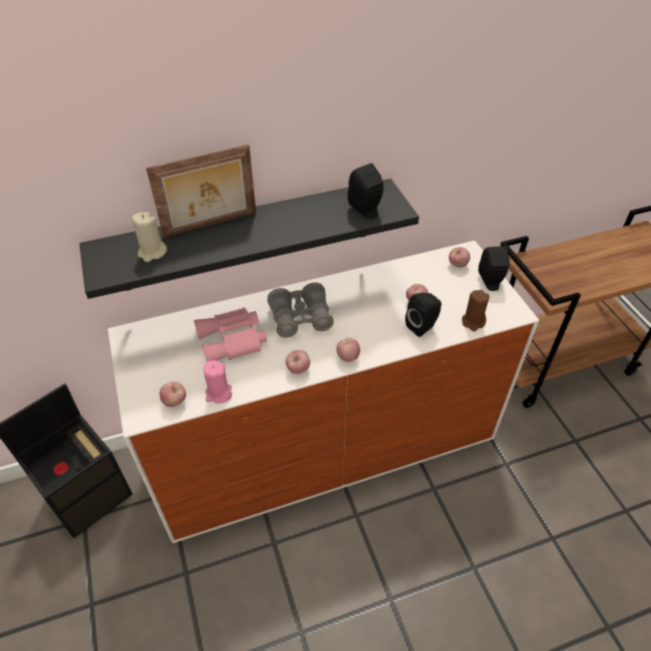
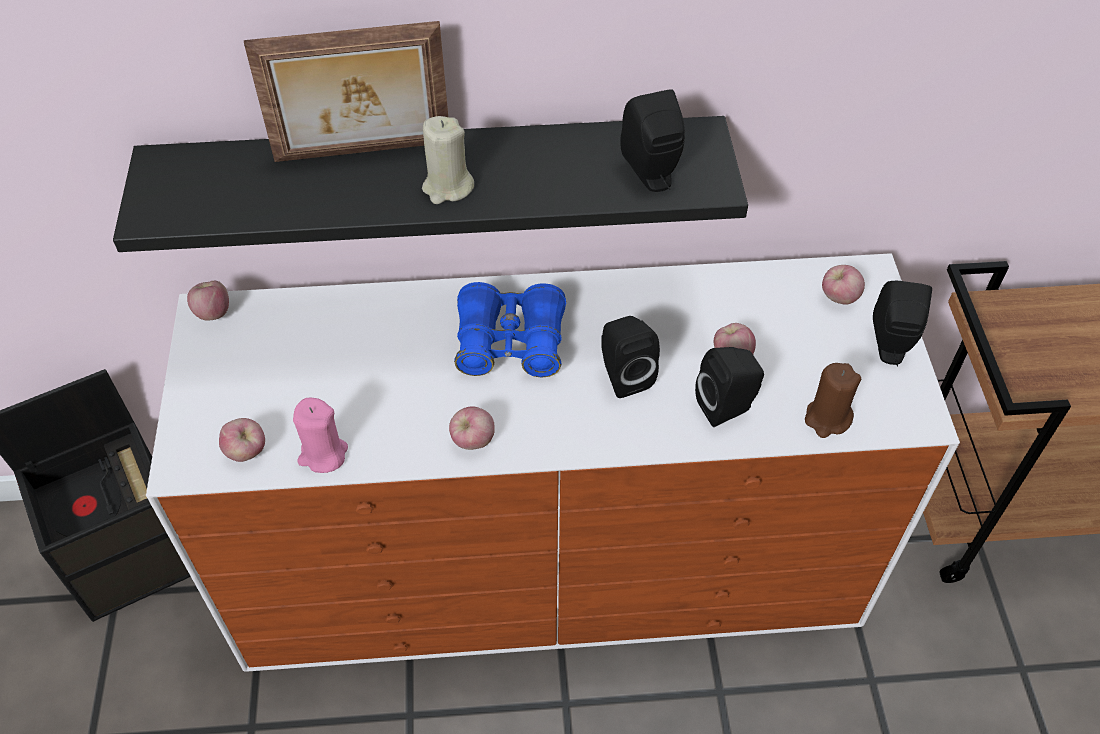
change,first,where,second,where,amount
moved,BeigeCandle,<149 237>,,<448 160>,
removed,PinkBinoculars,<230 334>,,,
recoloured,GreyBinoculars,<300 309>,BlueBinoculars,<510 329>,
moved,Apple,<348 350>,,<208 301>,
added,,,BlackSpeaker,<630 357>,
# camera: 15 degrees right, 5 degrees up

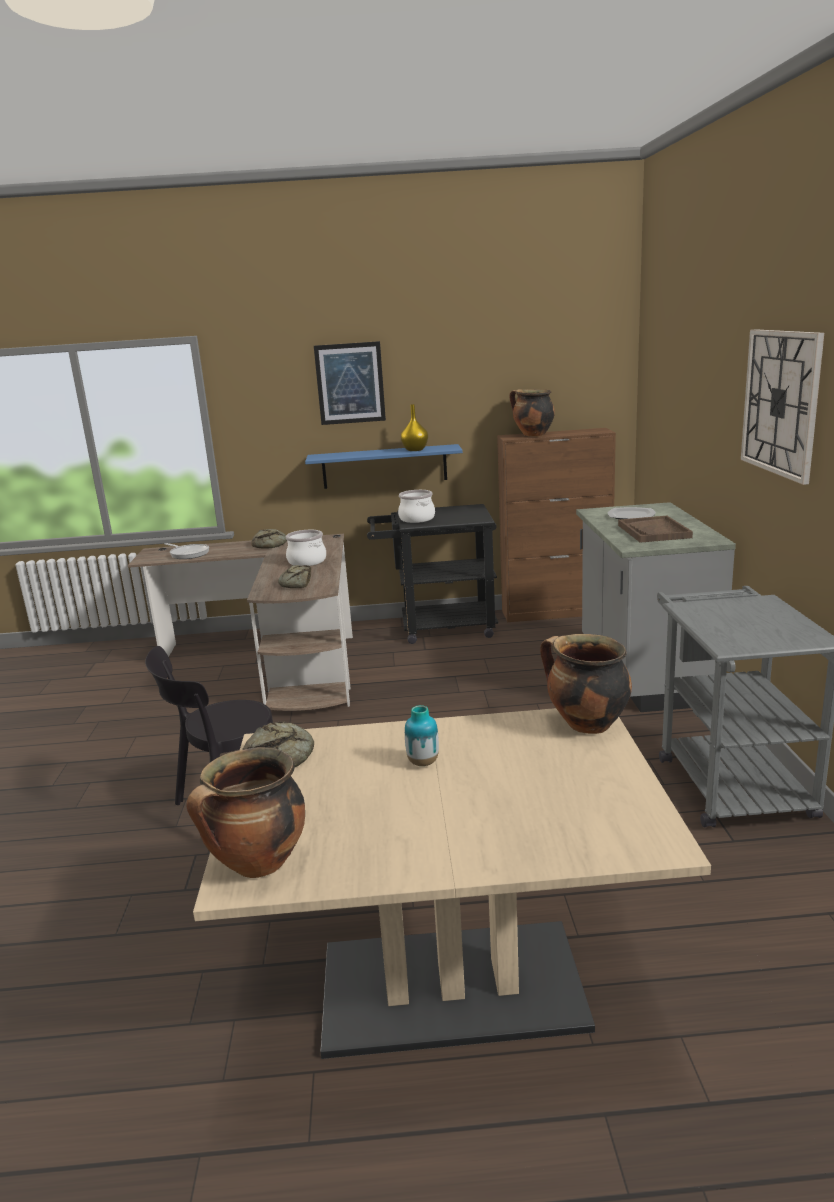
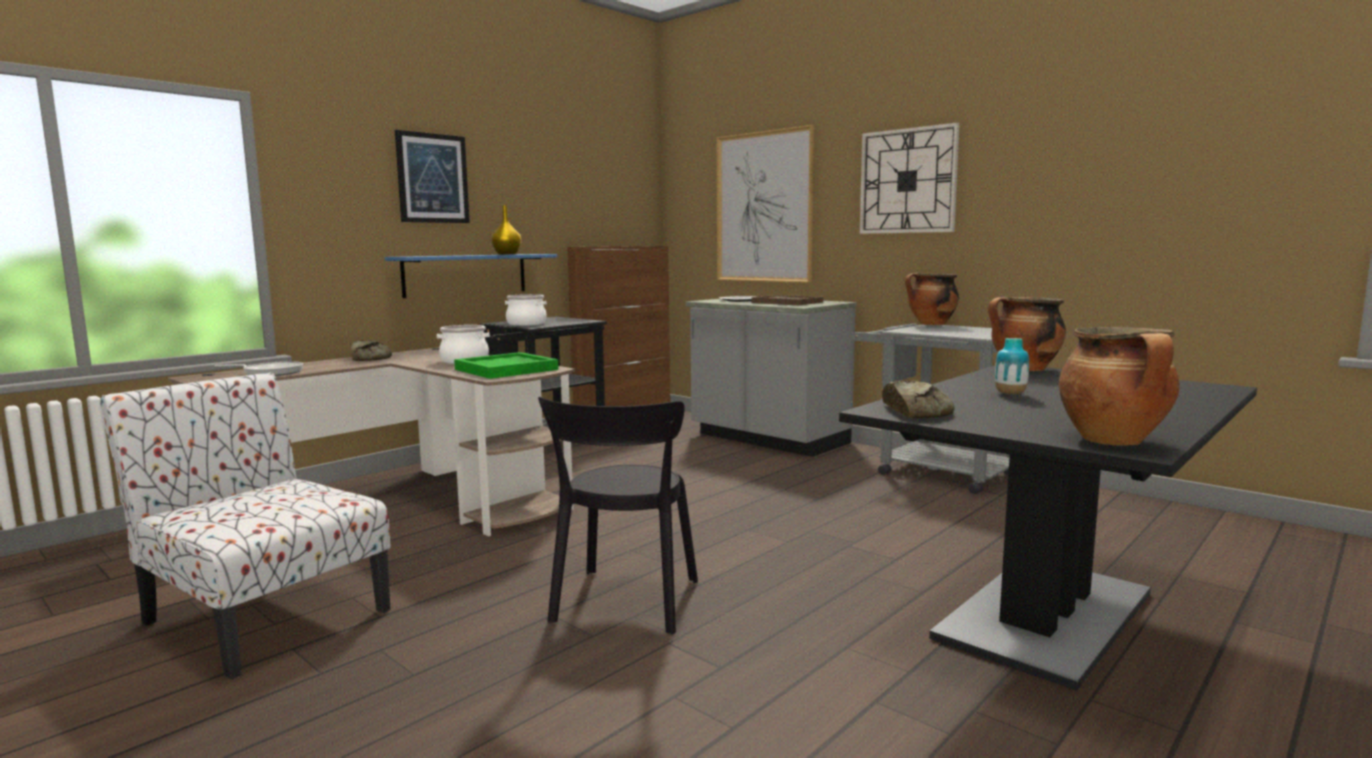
change,first,where,second,where,amount
recoloured,BeigeDiningTable,<452 883>,BlackDiningTable,<1048 528>,
replaced,Bread,<294 576>,GreenTray,<506 365>,
moved,CookingPot,<532 412>,,<932 298>,
added,,,Chair,<245 525>,
added,,,Picture,<765 204>,
# camera: 45 degrees left, 10 degrees down

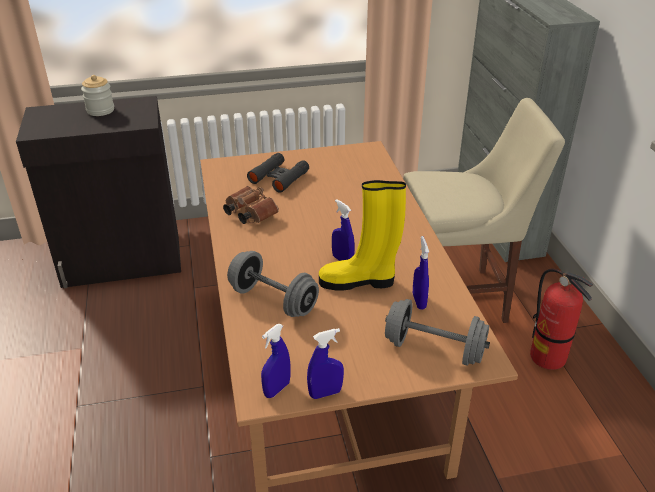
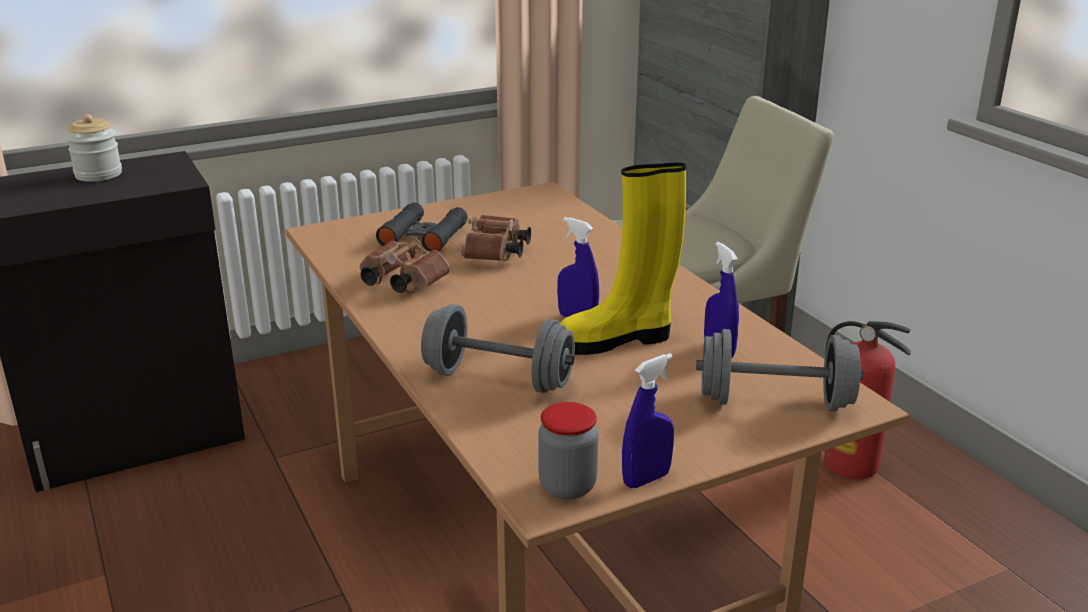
change,first,where,second,where,amount
replaced,BlueSprayBottle,<275 361>,Jar,<568 451>,
added,,,BrownBinoculars,<496 237>,
# camera: 15 degrees left, 10 degrees down

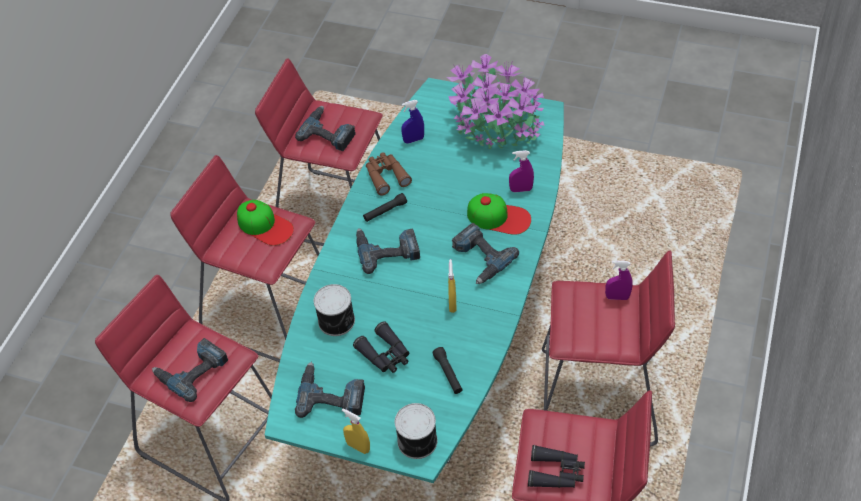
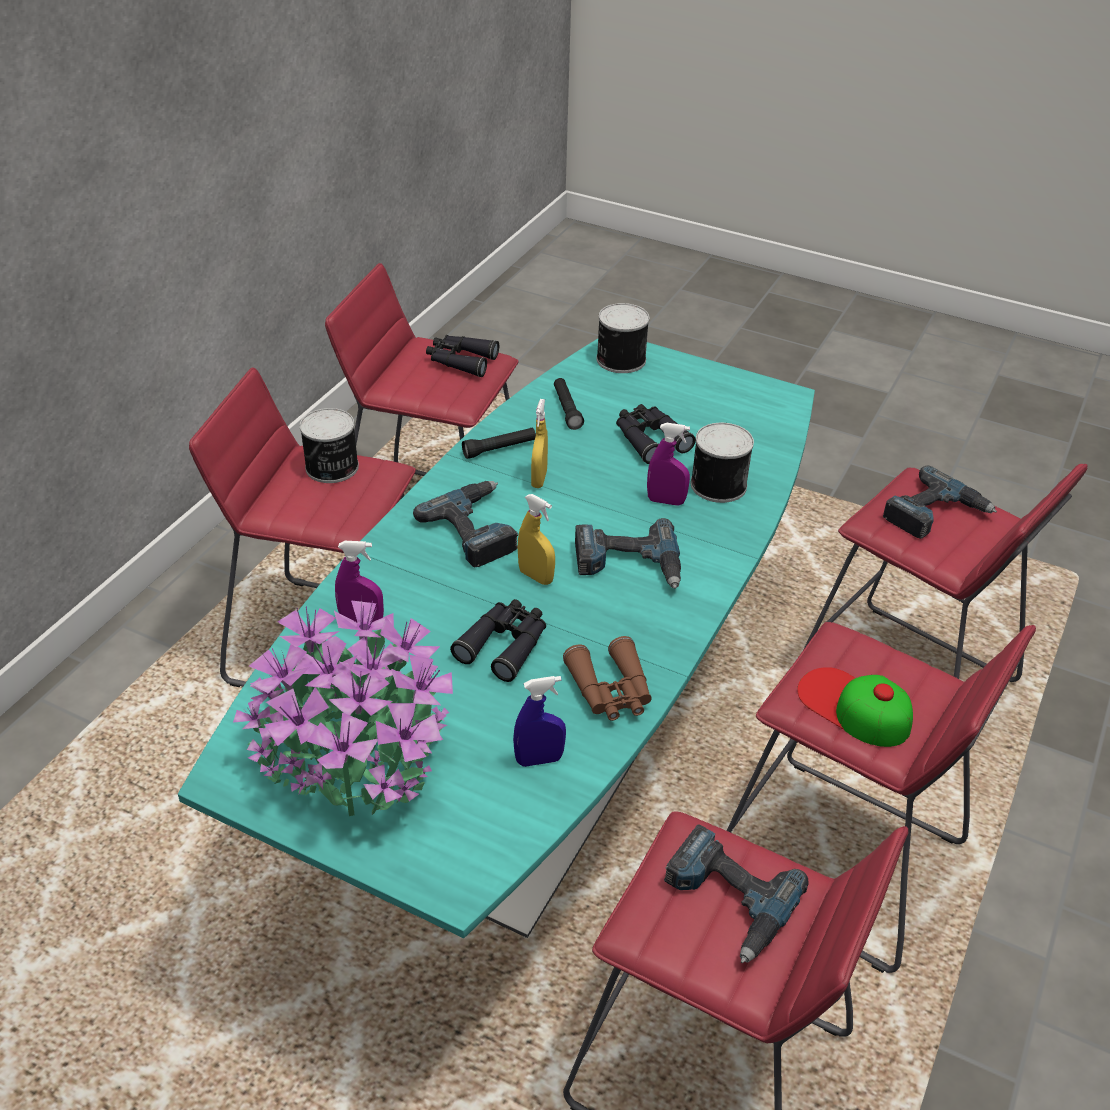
change,first,where,second,where,amount
removed,PowerDrill,<330 390>,,,
moved,YellowSprayBottle,<356 431>,,<536 539>,
moved,BlackFlashlight,<385 207>,,<499 443>,
removed,Cap,<499 214>,,,
moved,PurpleSprayBottle,<619 280>,,<668 464>,
added,,,Can,<329 445>,
added,,,BlackBinoculars,<498 640>,
# camera: 175 degrees left, 10 degrees down

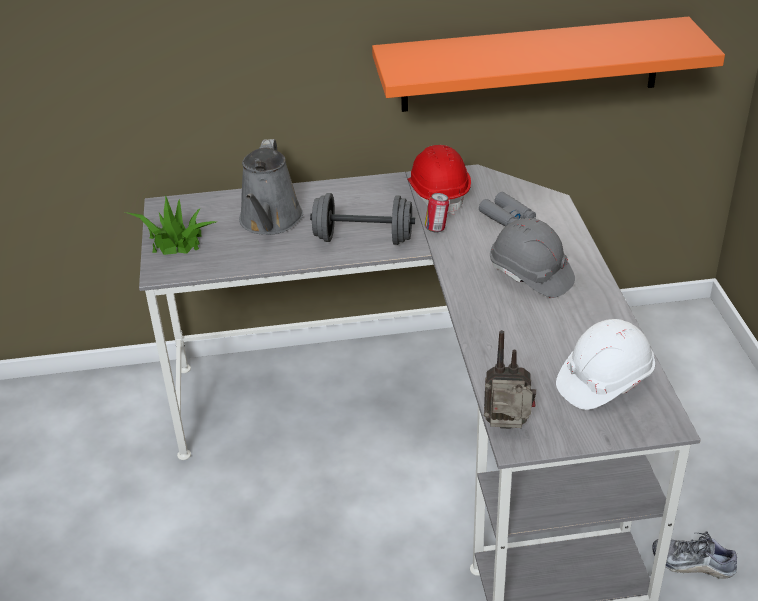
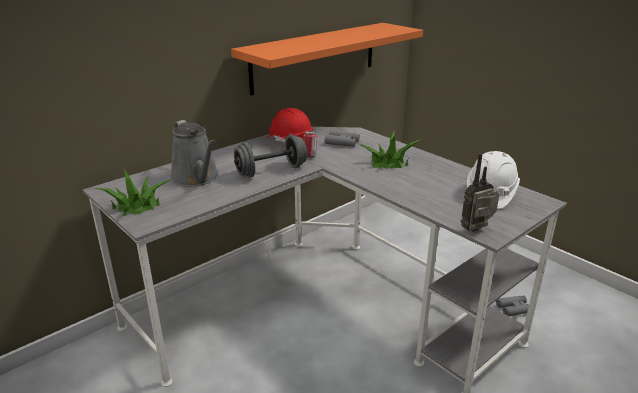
change,first,where,second,where,amount
replaced,GreyHardHat,<532 258>,PottedPlant,<390 149>,
replaced,Shoe,<694 555>,GreyBinoculars,<512 305>,
# camera: 35 degrees left, 10 degrees down

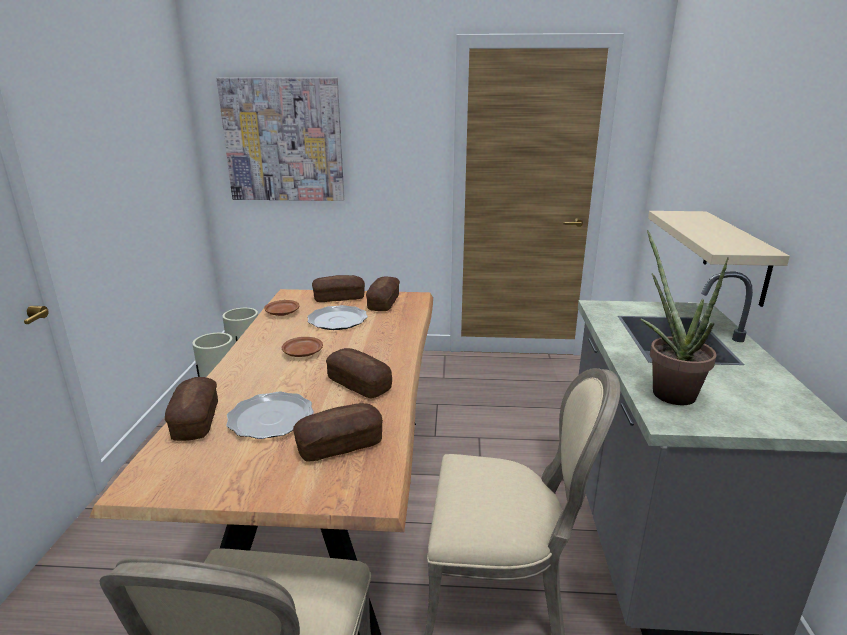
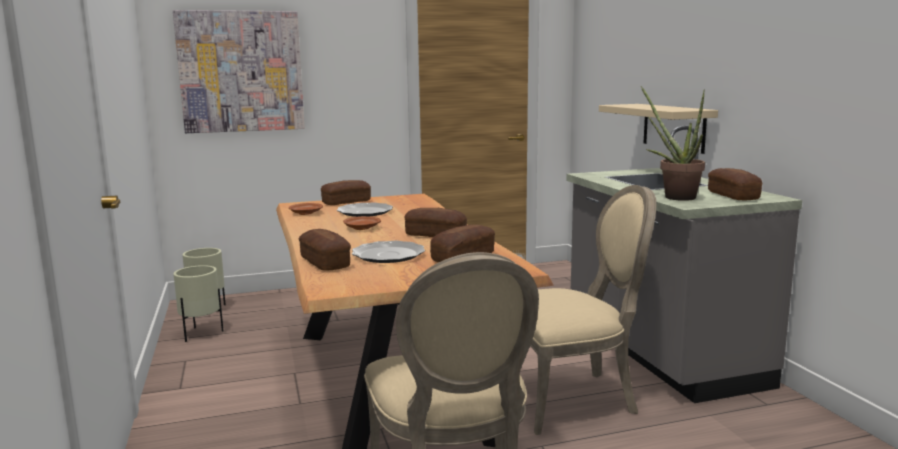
change,first,where,second,where,amount
moved,Bread,<383 293>,,<735 184>,
# camera: 20 degrees left, 10 degrees down

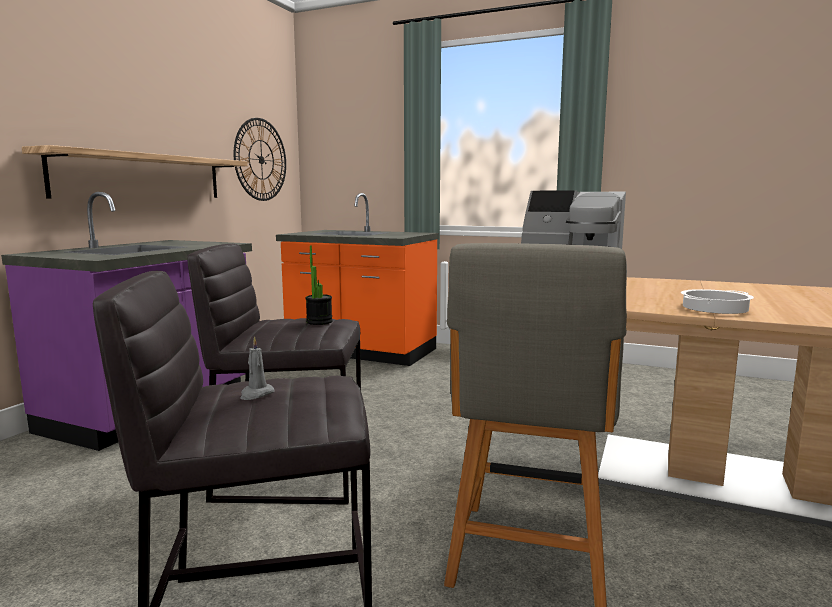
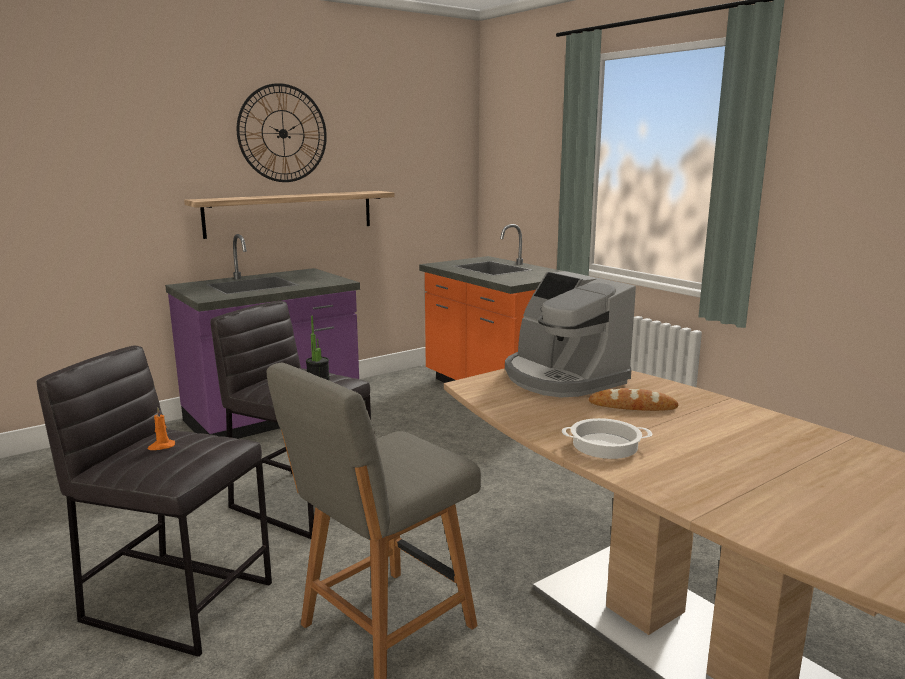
change,first,where,second,where,amount
moved,WallClock,<260 159>,,<282 132>,
recoloured,GreyCandle,<257 368>,OrangeCandle,<161 429>,
added,,,Bread,<633 399>,
# camera: 30 degrees right, 5 degrees up

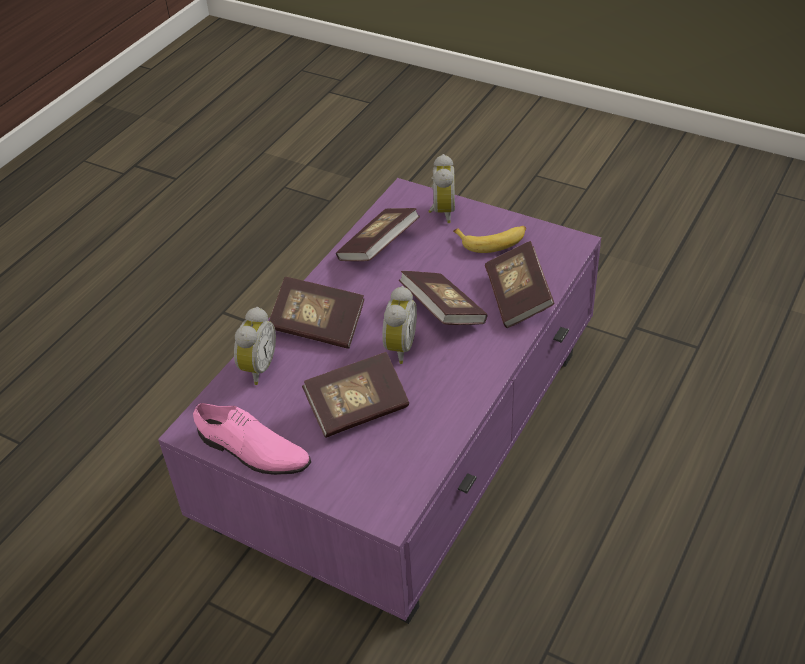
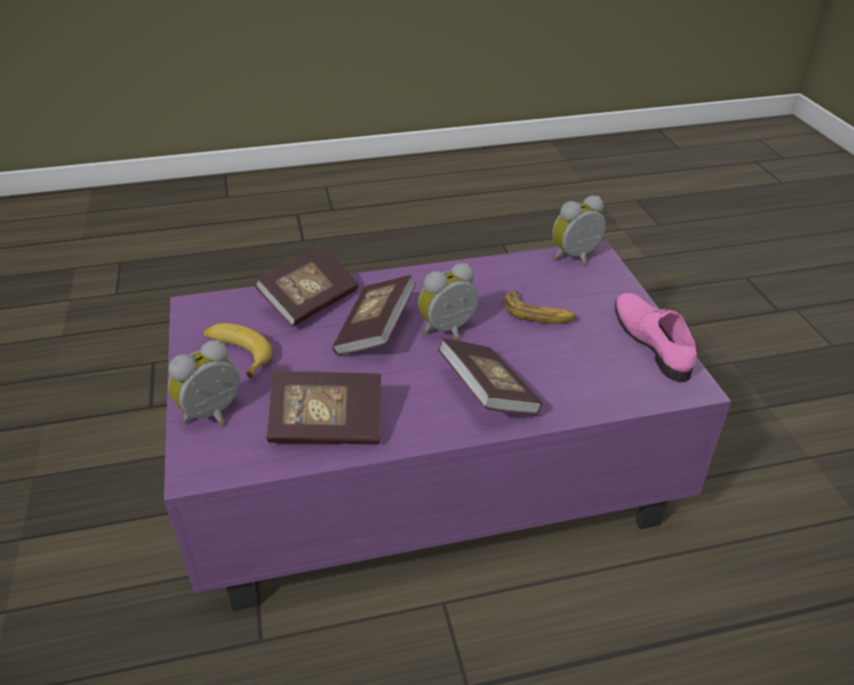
change,first,where,second,where,amount
moved,AlarmClock,<255 346>,,<579 230>,
replaced,Book,<355 395>,Banana,<540 307>,
# camera: 135 degrees left, 5 degrees down

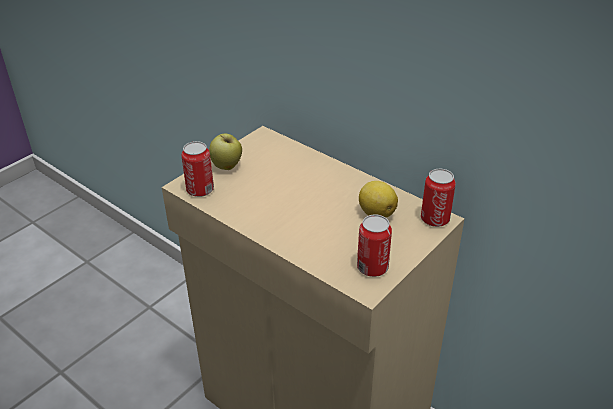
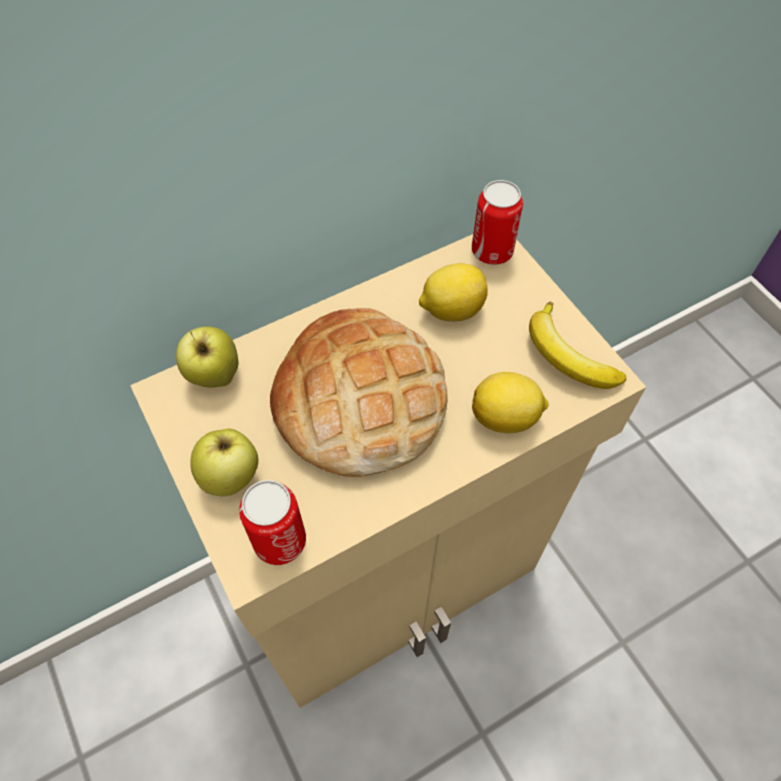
change,first,where,second,where,amount
replaced,Can,<374 245>,Banana,<577 345>,
added,,,Apple,<207 357>,
added,,,Bread,<358 392>,
added,,,Lemon,<510 402>,
# camera: 70 degrees left, 20 degrees up

